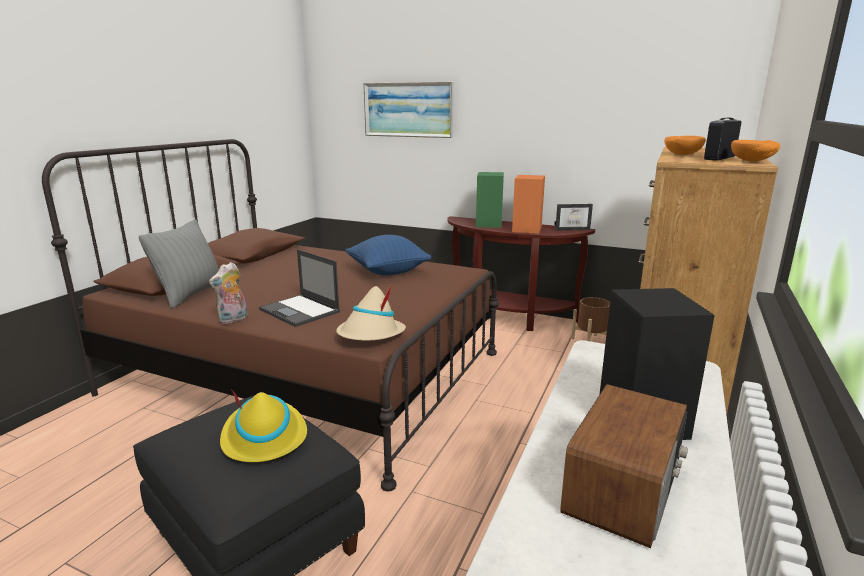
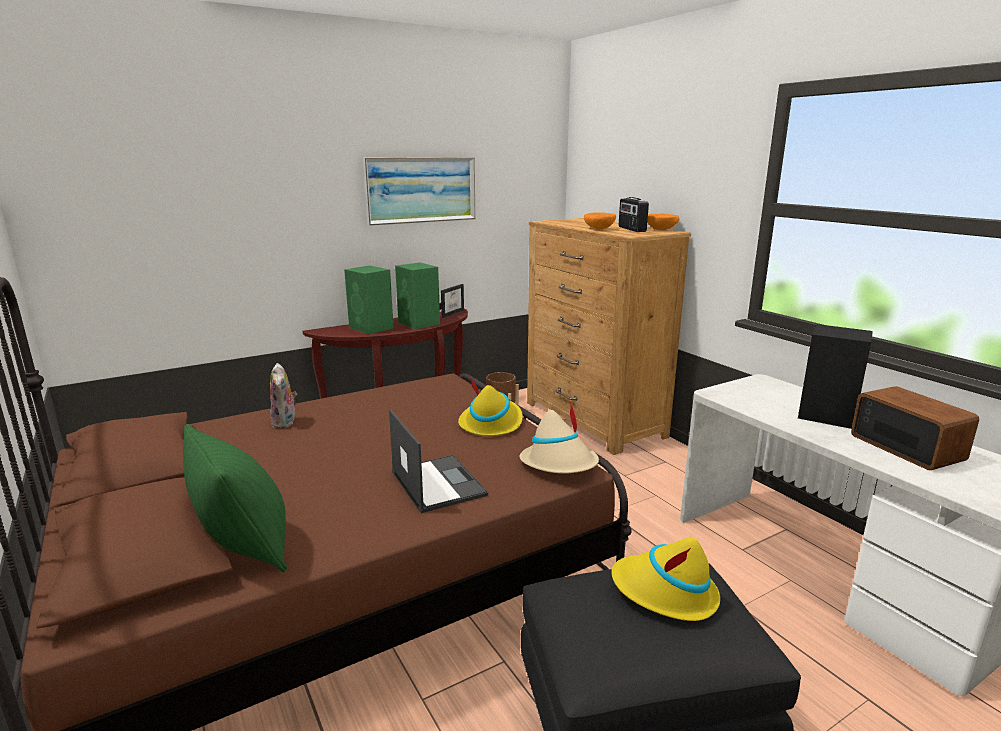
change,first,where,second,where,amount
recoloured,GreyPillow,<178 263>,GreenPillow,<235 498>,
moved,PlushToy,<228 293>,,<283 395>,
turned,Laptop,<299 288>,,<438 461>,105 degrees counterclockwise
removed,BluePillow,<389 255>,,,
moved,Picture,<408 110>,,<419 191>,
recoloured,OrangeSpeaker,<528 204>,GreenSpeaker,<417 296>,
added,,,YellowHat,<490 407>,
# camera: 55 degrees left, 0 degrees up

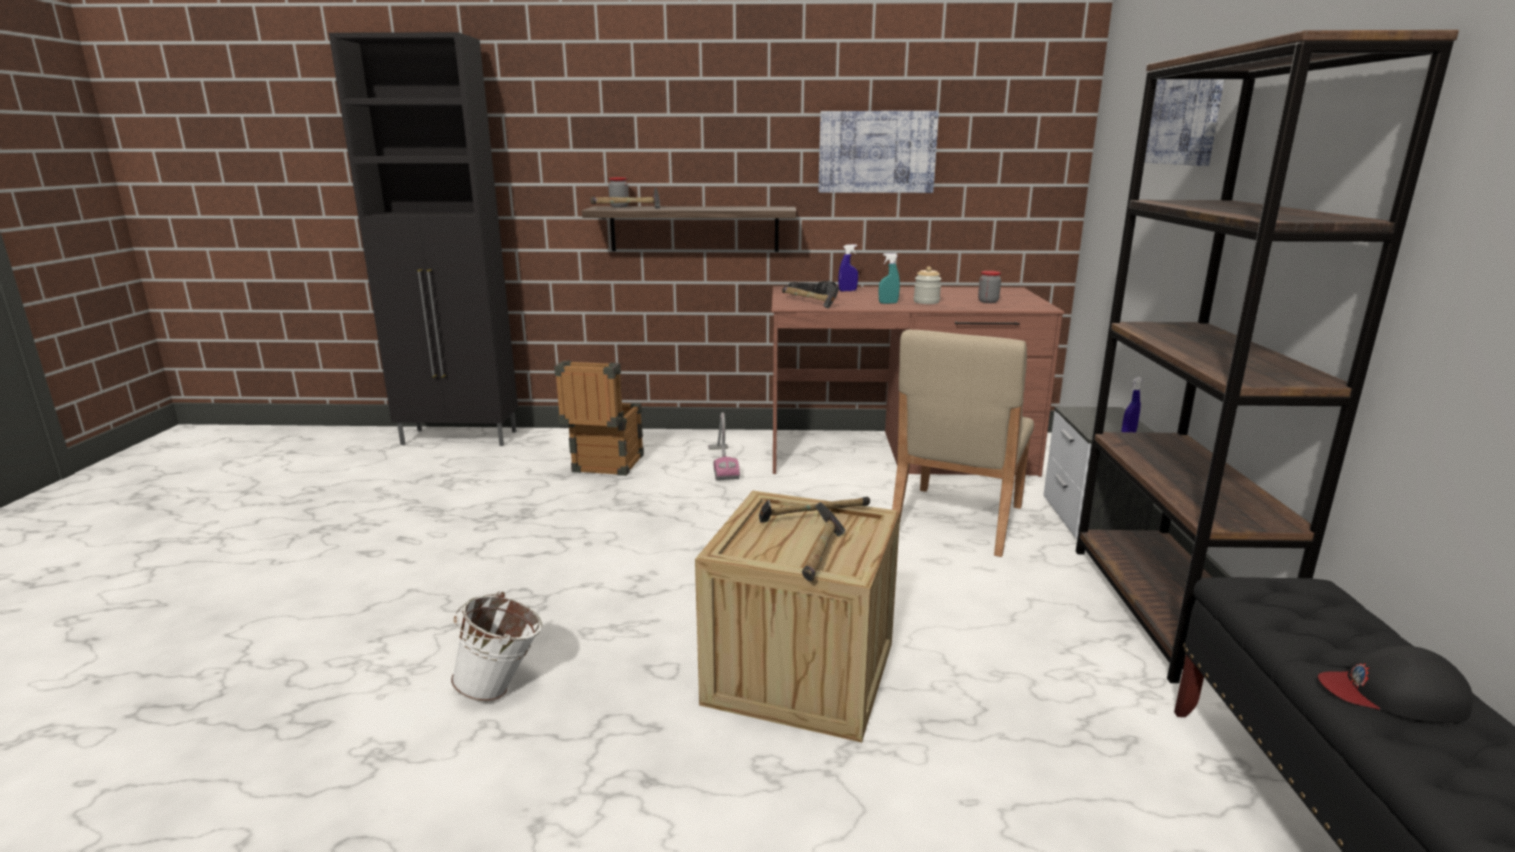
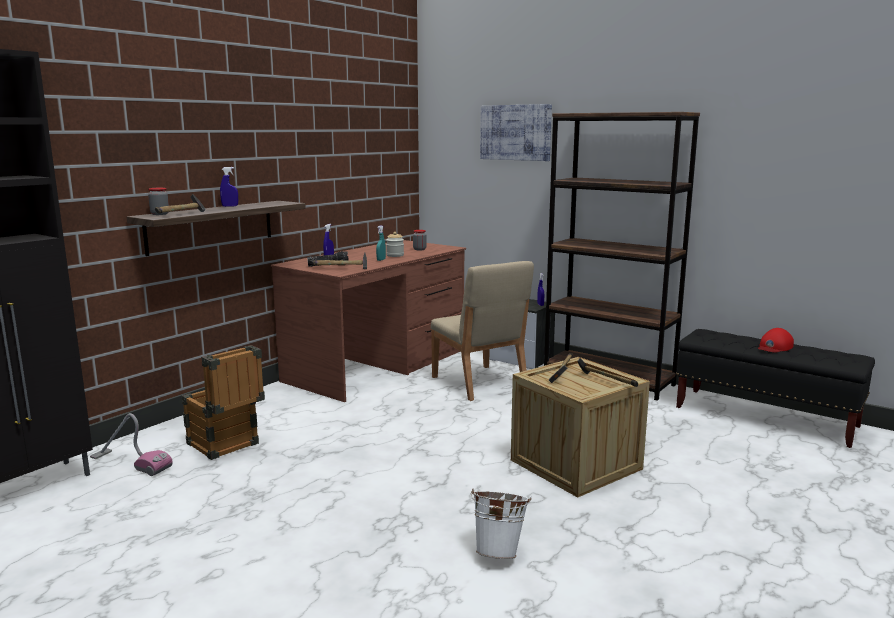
change,first,where,second,where,amount
moved,VacuumCleaner,<724 446>,,<131 444>,
removed,Picture,<879 152>,,,
recoloured,BlackCap,<1395 684>,RedCap,<776 340>,
added,,,BlueSprayBottle,<229 187>,
# camera: 55 degrees left, 5 degrees down

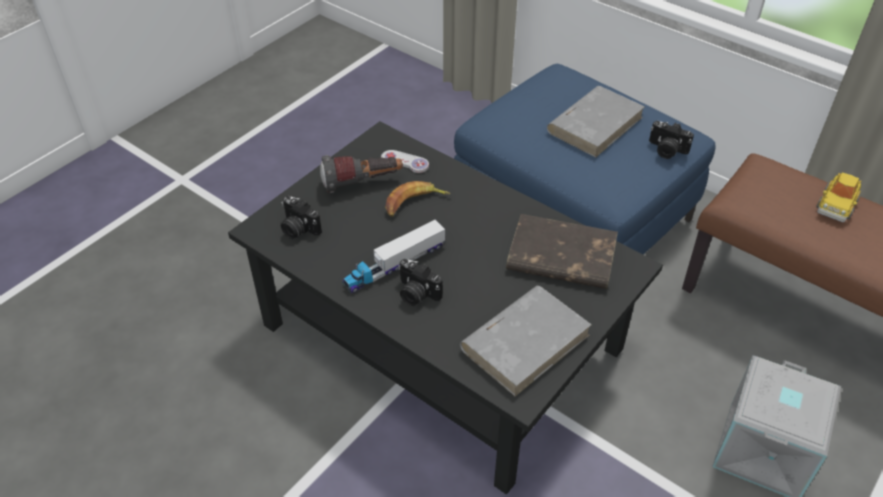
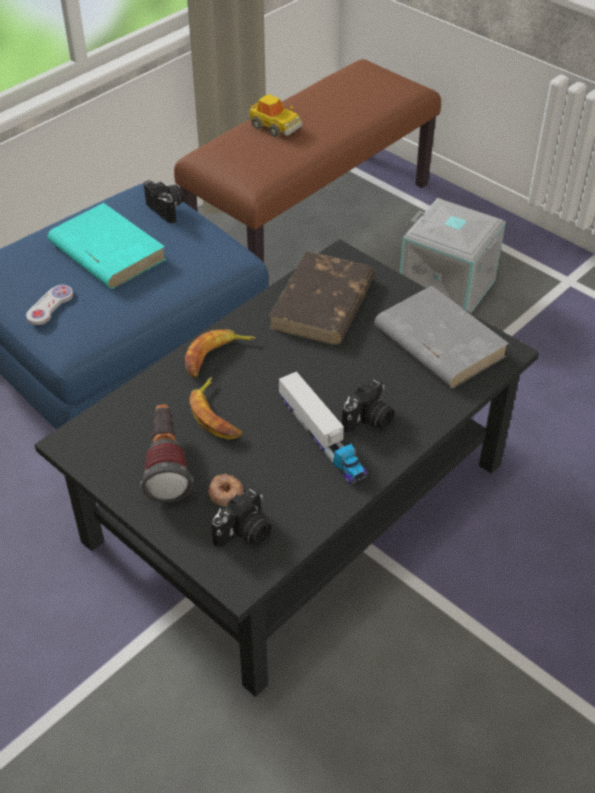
change,first,where,second,where,amount
moved,WhiteGameController,<405 161>,,<49 305>,
recoloured,GreyBook,<596 122>,TurquoiseBook,<107 246>,
turned,PhotoCamera,<671 140>,,<164 201>,75 degrees counterclockwise
added,,,Banana,<220 353>,
added,,,Donut,<226 490>,
# camera: 85 degrees left, 0 degrees up

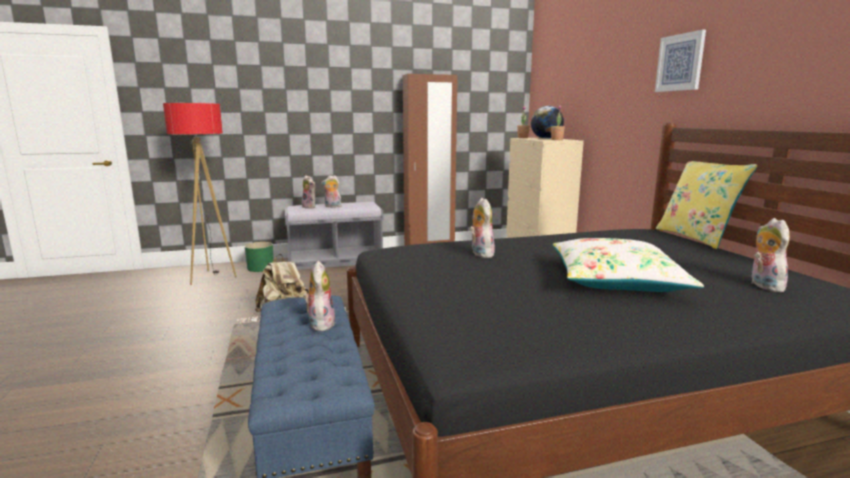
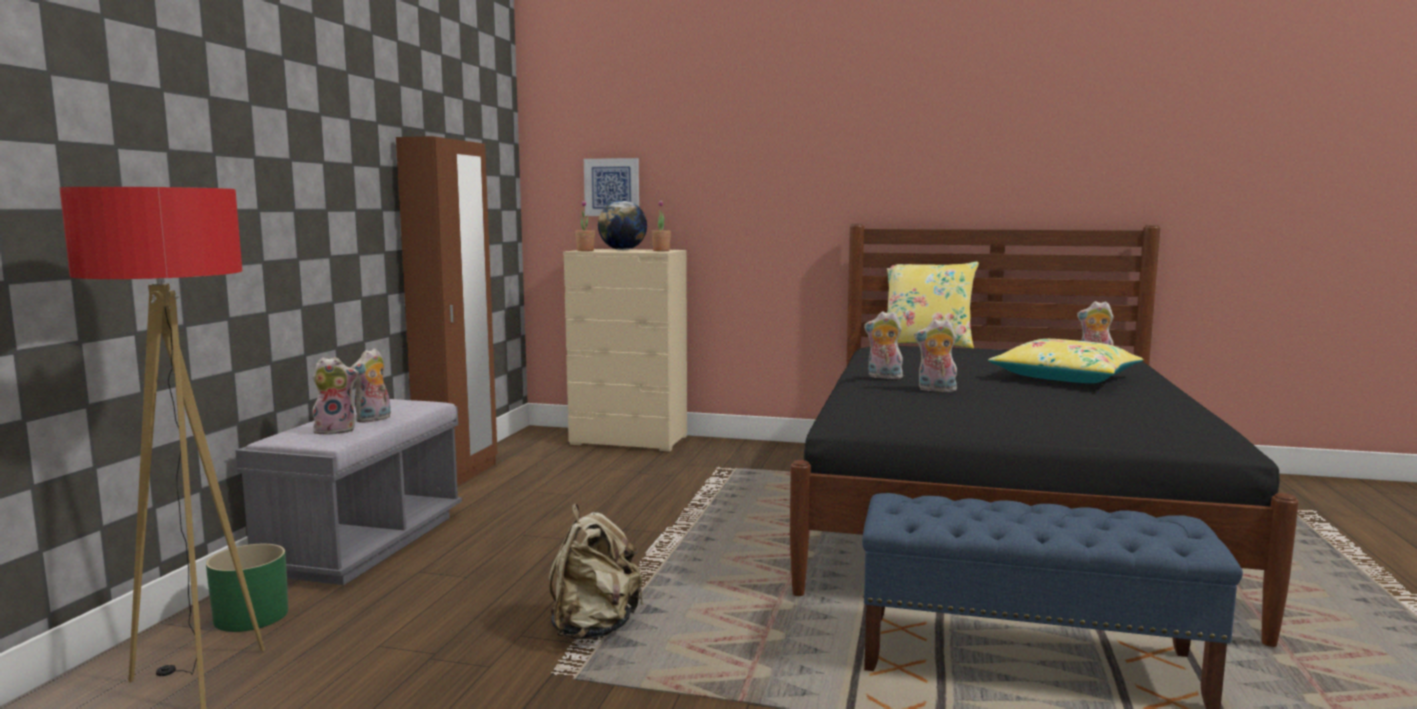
change,first,where,second,where,amount
moved,PlushToy,<319 296>,,<883 345>,
recoloured,WhitePillow,<628 265>,YellowPillow,<1066 361>,
moved,Picture,<680 61>,,<611 187>,
# camera: 60 degrees left, 5 degrees down

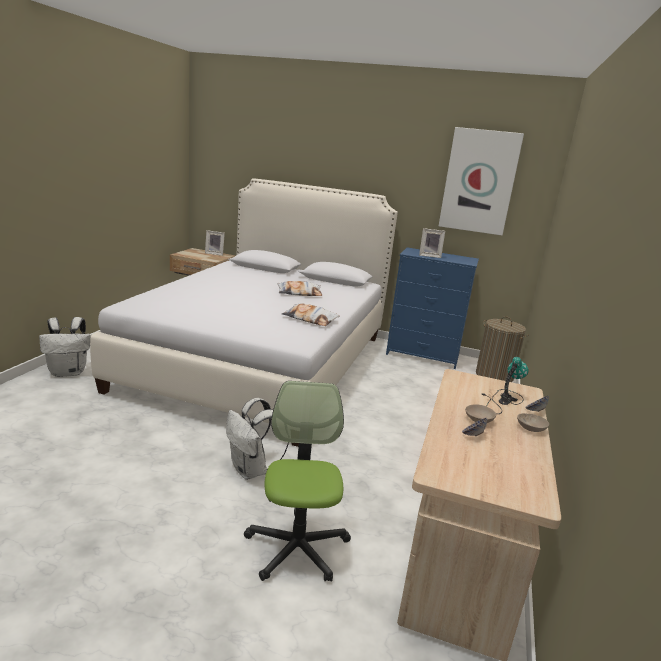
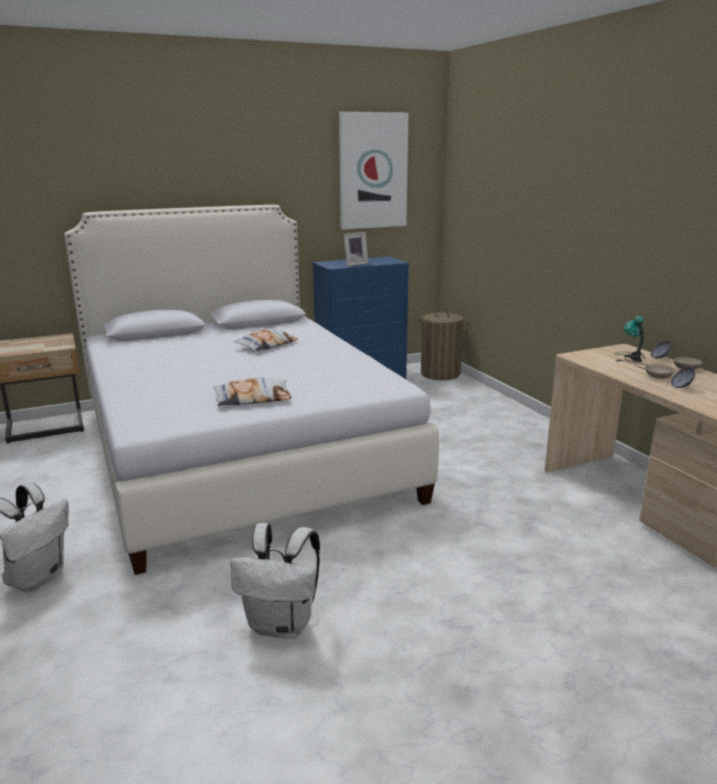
change,first,where,second,where,amount
removed,PictureFrame,<215 243>,,,
moved,WhiteBackpack,<257 439>,,<275 581>,
removed,OfficeChair,<297 481>,,,
moved,Pillow,<311 314>,,<252 392>,
# camera: 40 degrees left, 0 degrees up

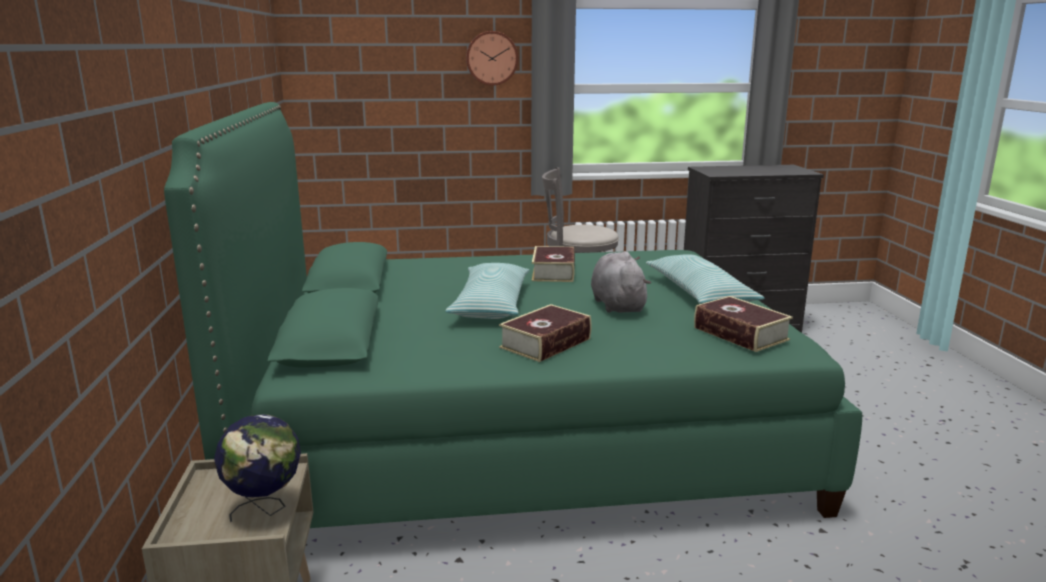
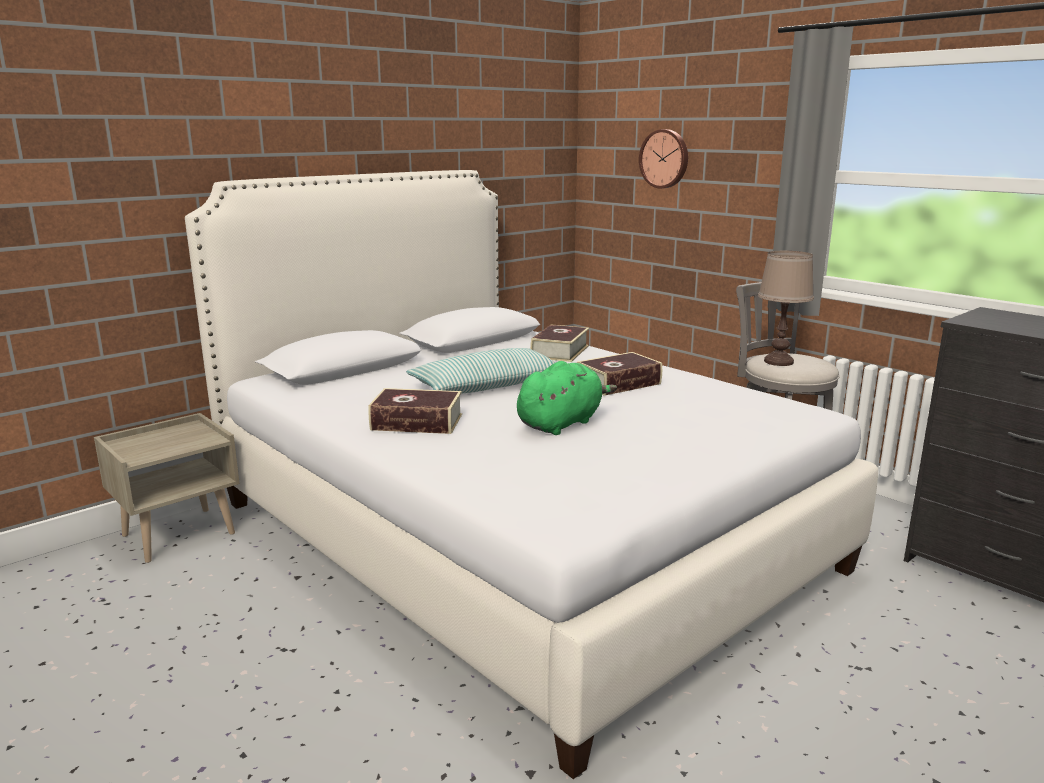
change,first,where,second,where,amount
recoloured,GreenBed,<513 315>,WhiteBed,<531 474>,
removed,Globe,<257 468>,,,
moved,WallClock,<492 58>,,<663 159>,
recoloured,GreyPlushToy,<621 282>,GreenPlushToy,<567 398>,
removed,Pillow,<705 279>,,,
moved,Book,<743 324>,,<559 343>,
added,,,BrownTableLamp,<786 308>,
# camera: 55 degrees right, 0 degrees up

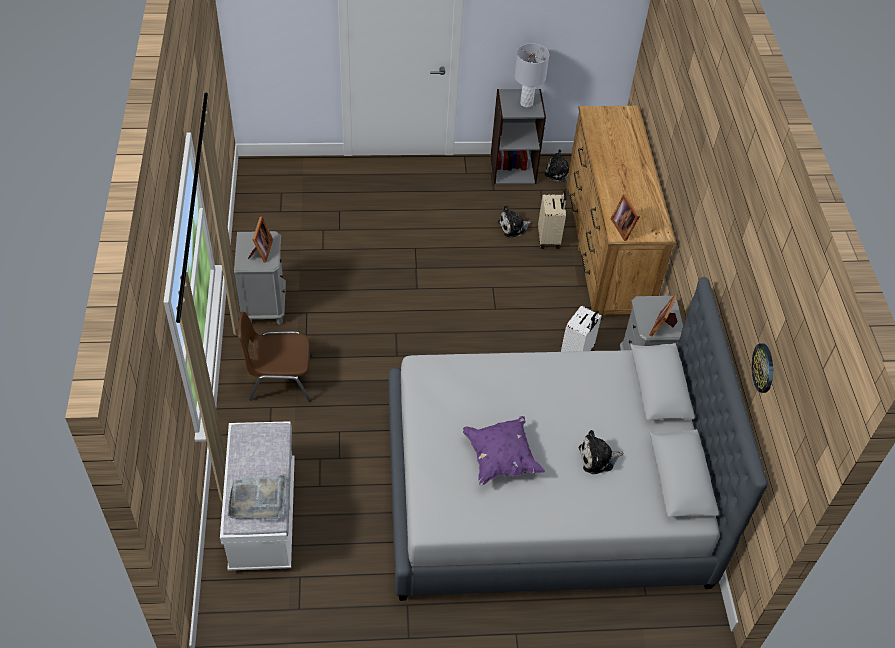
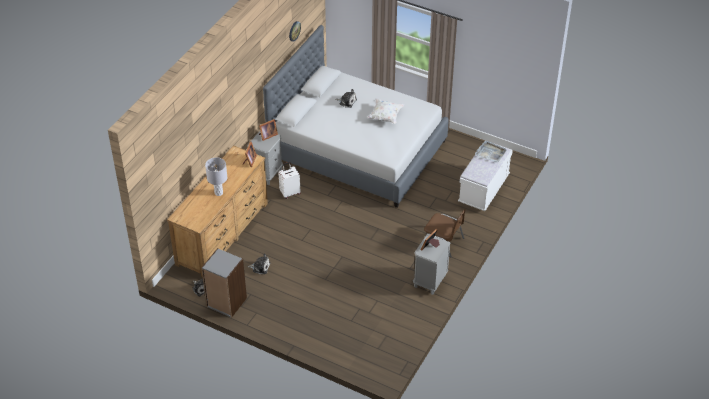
change,first,where,second,where,amount
recoloured,PurplePillow,<504 450>,WhitePillow,<386 111>,
moved,GreyTableLamp,<531 75>,,<216 176>,
removed,BeigeSuitcase,<552 219>,,,
# camera: 145 degrees left, 5 degrees down

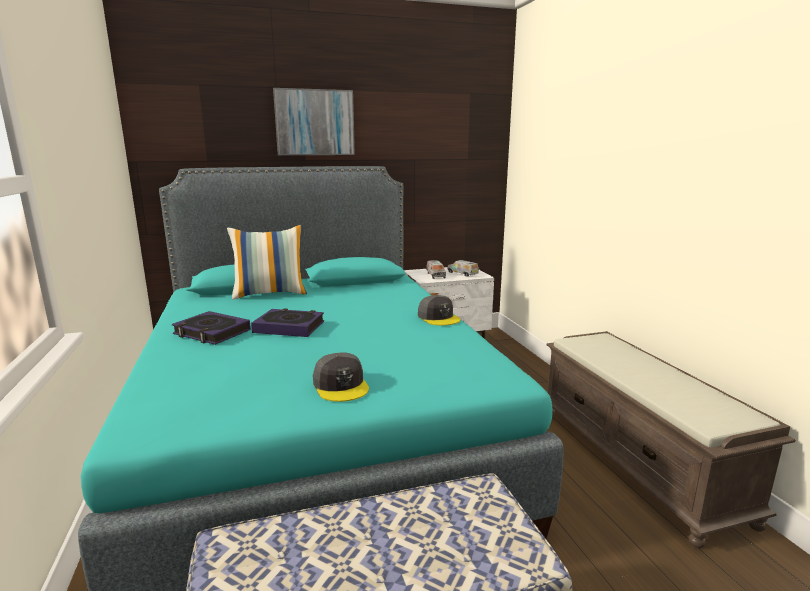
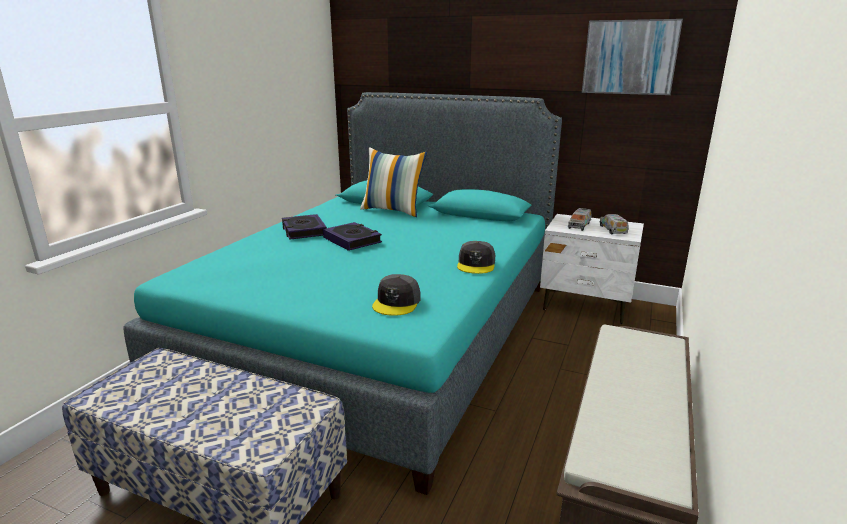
change,first,where,second,where,amount
moved,Picture,<314 121>,,<632 57>,
moved,GreyCap,<341 377>,,<396 295>,
# camera: 40 degrees right, 5 degrees up

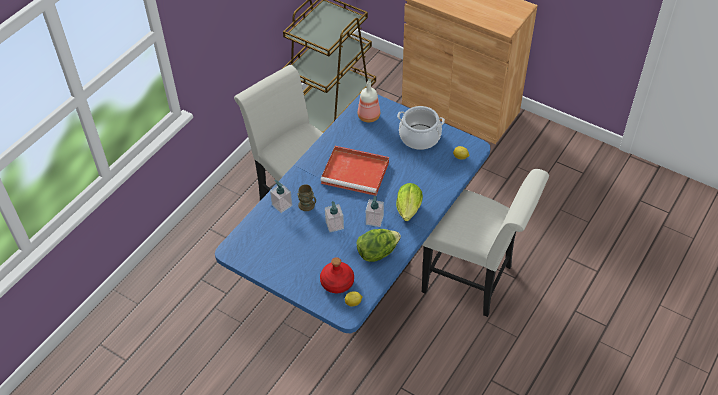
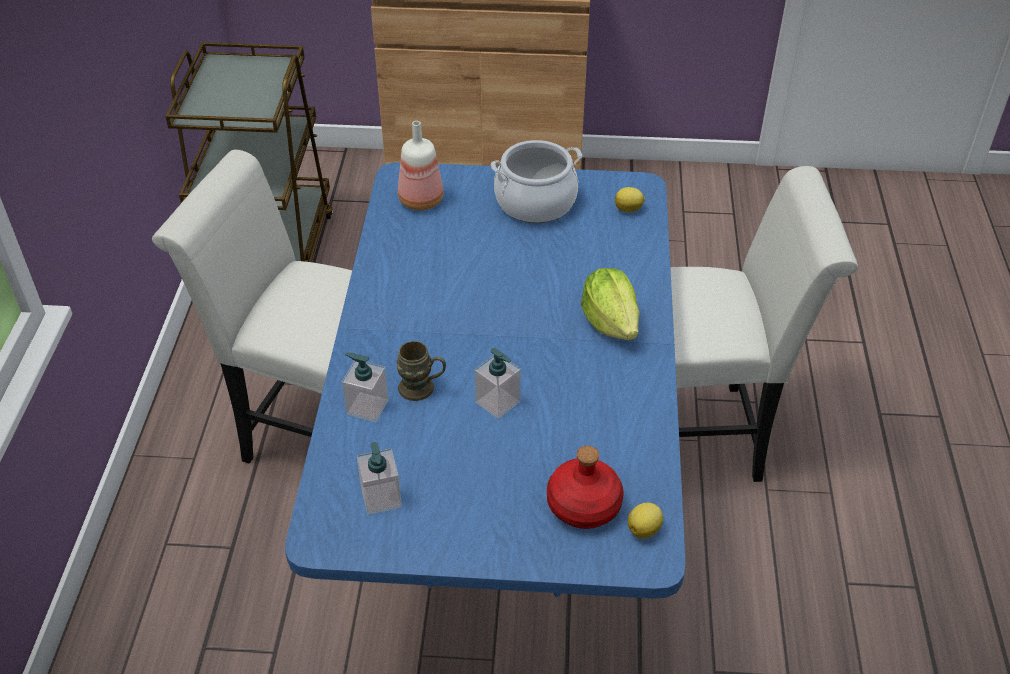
change,first,where,second,where,amount
removed,RedTray,<354 171>,,,
removed,Lettuce,<379 245>,,,
moved,SoapDispenser,<375 211>,,<379 478>,
# camera: 30 degrees left, 5 degrees down

